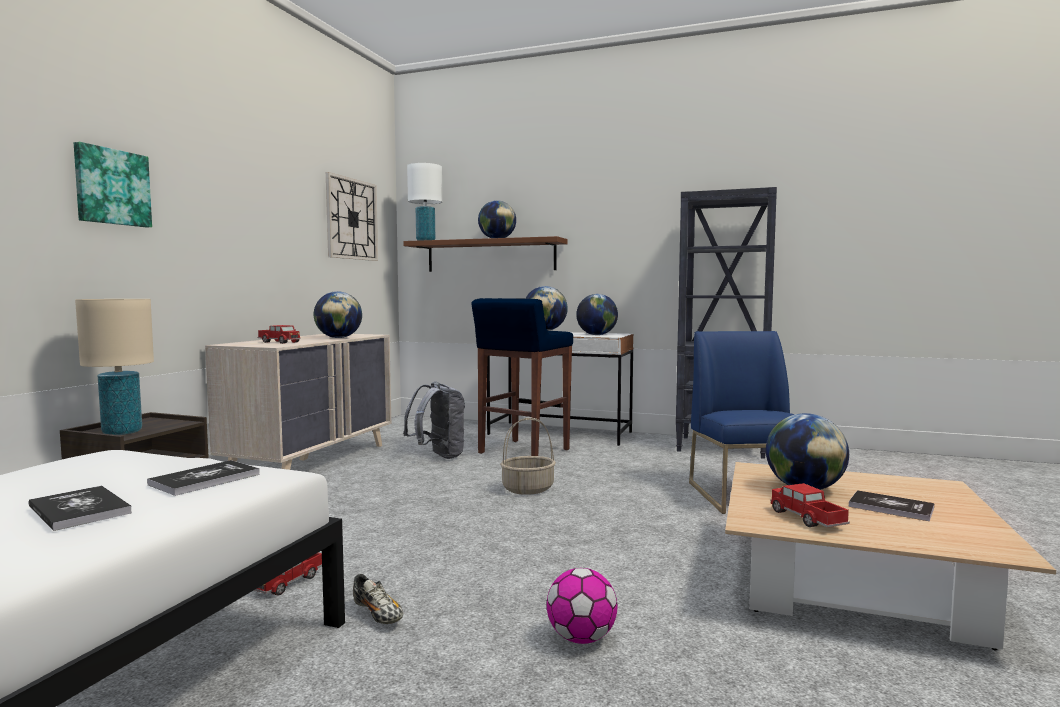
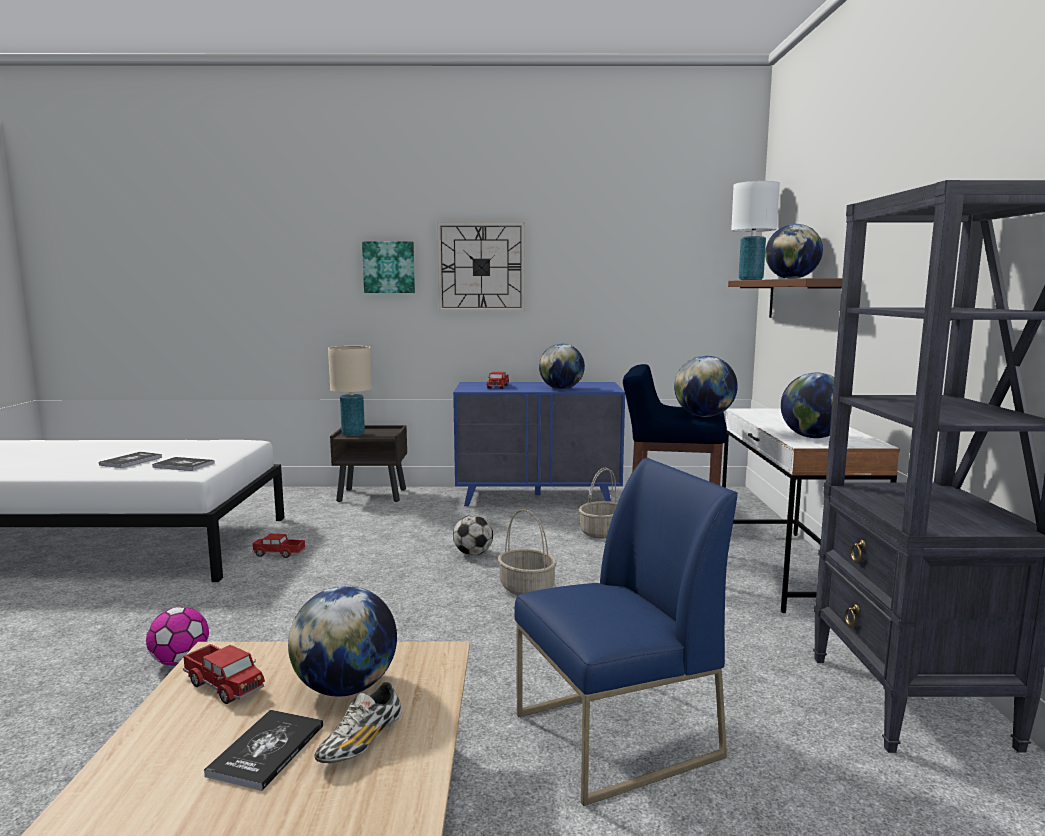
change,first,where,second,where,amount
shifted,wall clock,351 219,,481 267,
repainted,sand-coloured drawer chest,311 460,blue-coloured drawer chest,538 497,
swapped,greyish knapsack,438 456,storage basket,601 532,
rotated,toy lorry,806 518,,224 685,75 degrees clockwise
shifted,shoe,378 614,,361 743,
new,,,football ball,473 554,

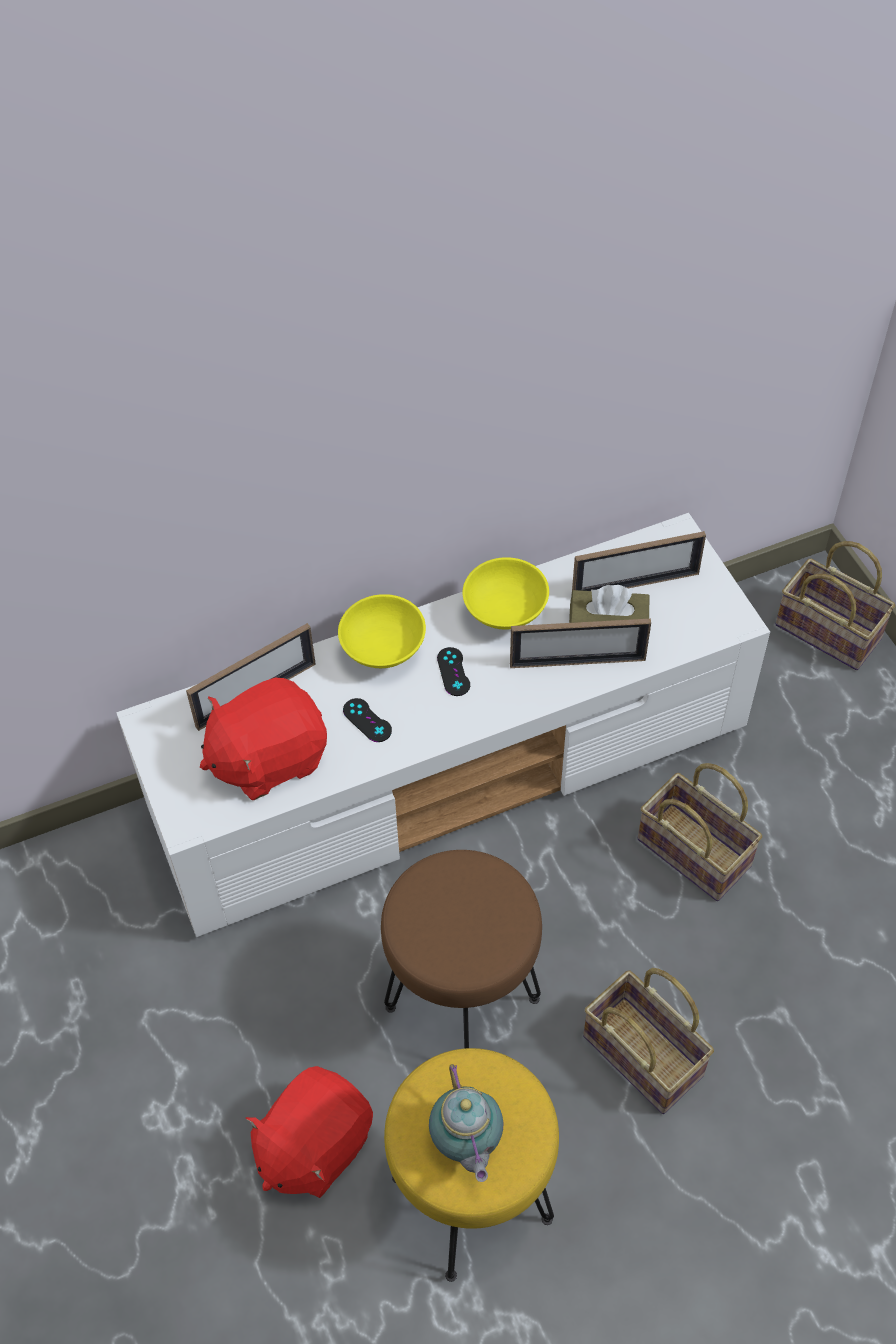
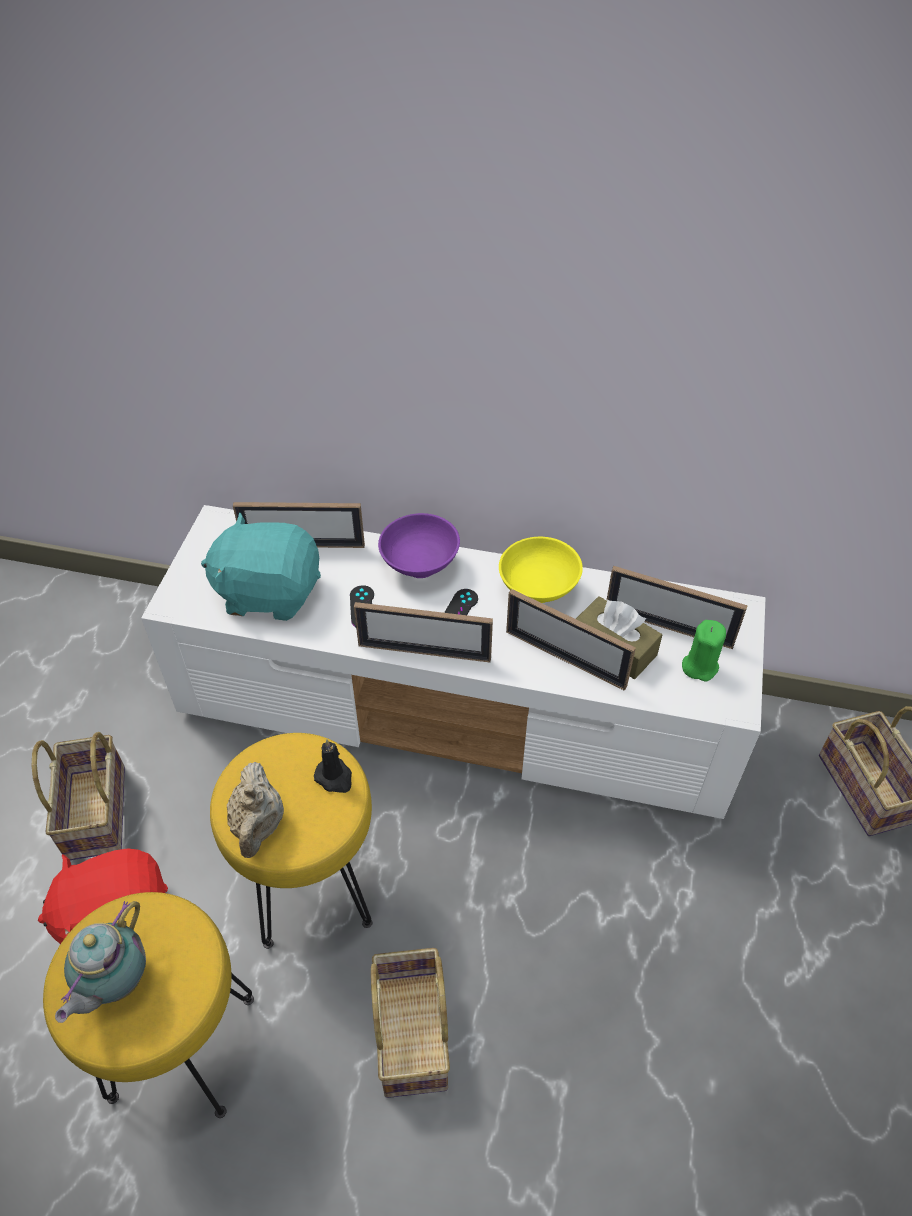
change,first,where,second,where,amount
repainted,yellowish deep dish,384 654,purple deep dish,419 569,
repainted,reddish soft toy,268 758,turquoise soft toy,269 592,
shifted,storage basket,697 853,,98 814,
repainted,brownish stool seat,464 1003,yellowish stool seat,313 888,
new,,,standing frame,424 652,
new,,,greenish candle,699 666,
new,,,blackish candle,334 777,
new,,,sand-coloured teapot,258 825,

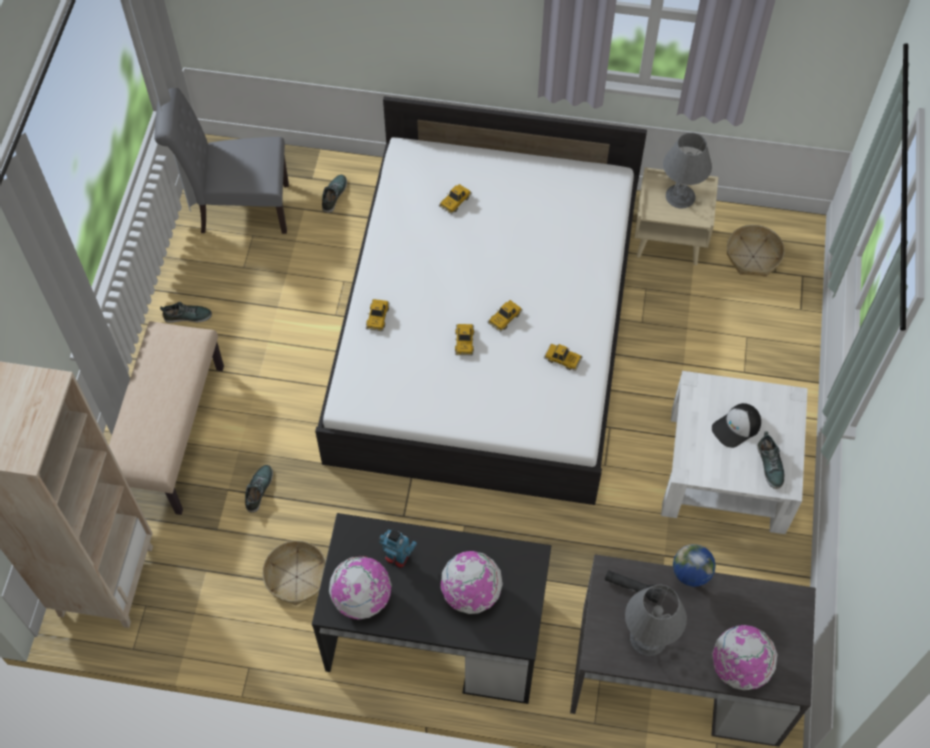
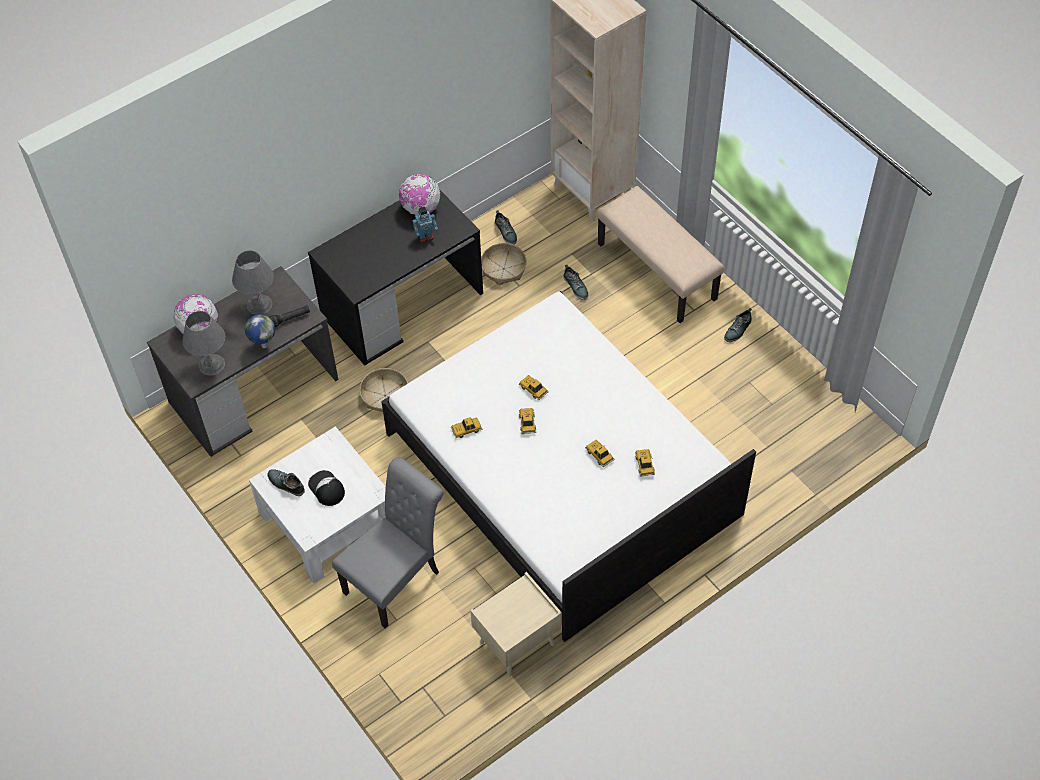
change,first,where,second,where,amount
shifted,greyish plain chair,238 209,,397 579,
shifted,greyish table lamp,680 196,,212 364,
shifted,shoe,333 195,,506 232,
shifted,storage basket,752 256,,385 395,
shifted,model car,377 317,,599 455,
rotated,cap,736 427,,326 489,45 degrees counterclockwise
gone,world globe,471 593,,,

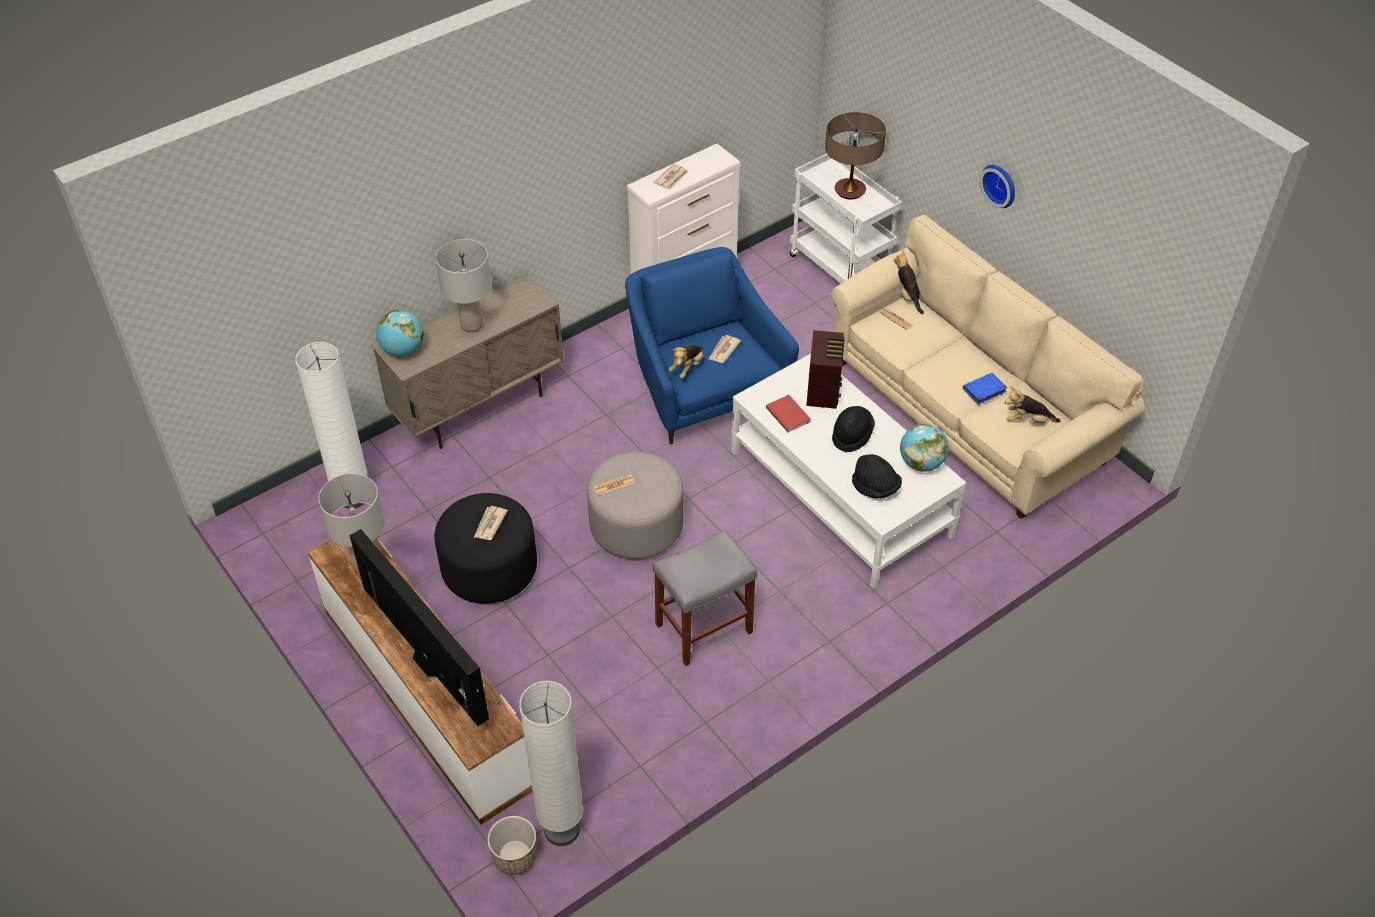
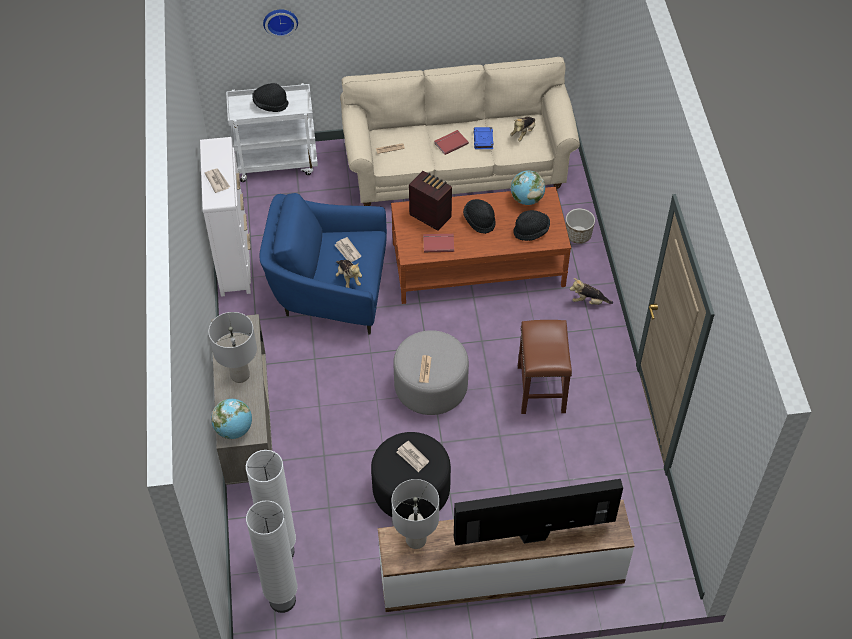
change,first,where,second,where,amount
swapped,table lamp,850 191,blackish hat,270 104,
shifted,wall clock,1000 184,,280 21,
shifted,soft toy,907 296,,589 301,
repainted,white-coloured coffee table,840 493,brownish coffee table,478 264,
repainted,greyish stool seat,703 629,brownish stool seat,541 390,
shifted,white-coloured floor lamp,561 829,,282 600,
shifted,flower pot,515 856,,578 235,
new,,,reddish volume,450 143,

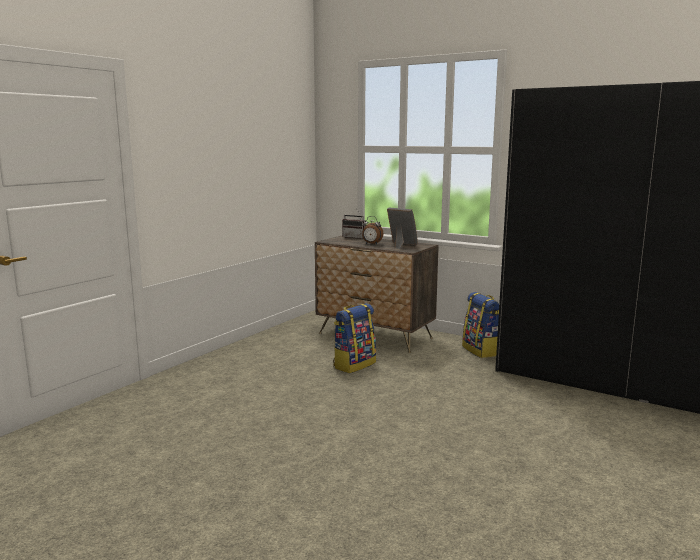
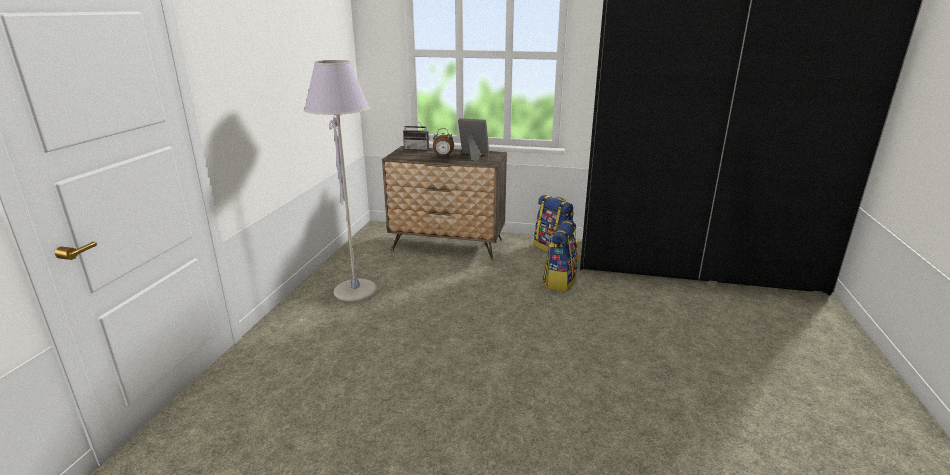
change,first,where,second,where,amount
shifted,knapsack,354 365,,559 281,
new,,,greyish floor lamp,355 291,

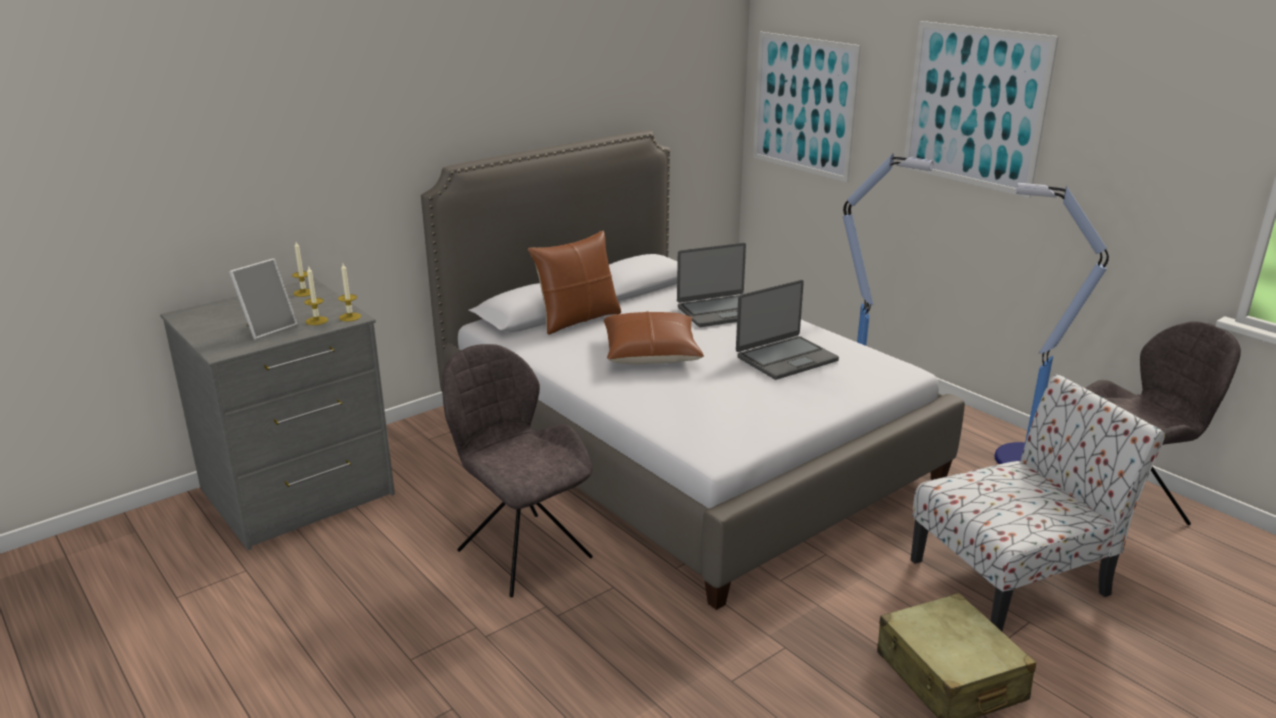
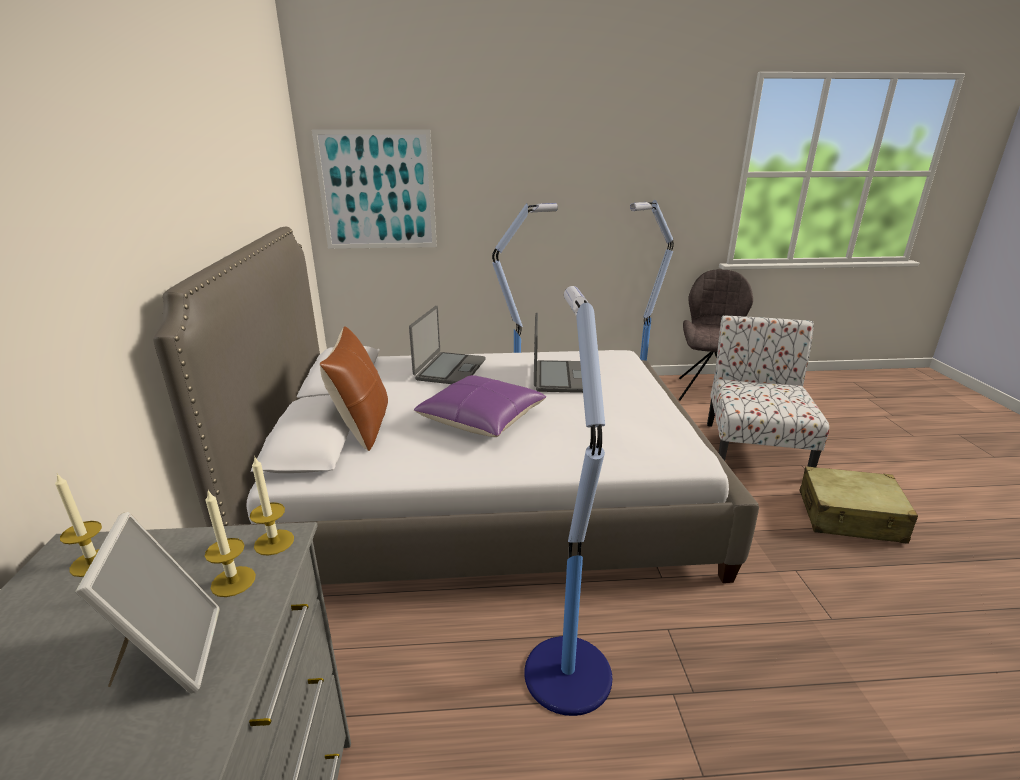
change,first,where,second,where,amount
gone,wall picture,974 107,,,
repainted,brownish throw pillow,651 352,purple throw pillow,481 418,
swapped,greyish plain chair,521 551,floor lamp,566 670,

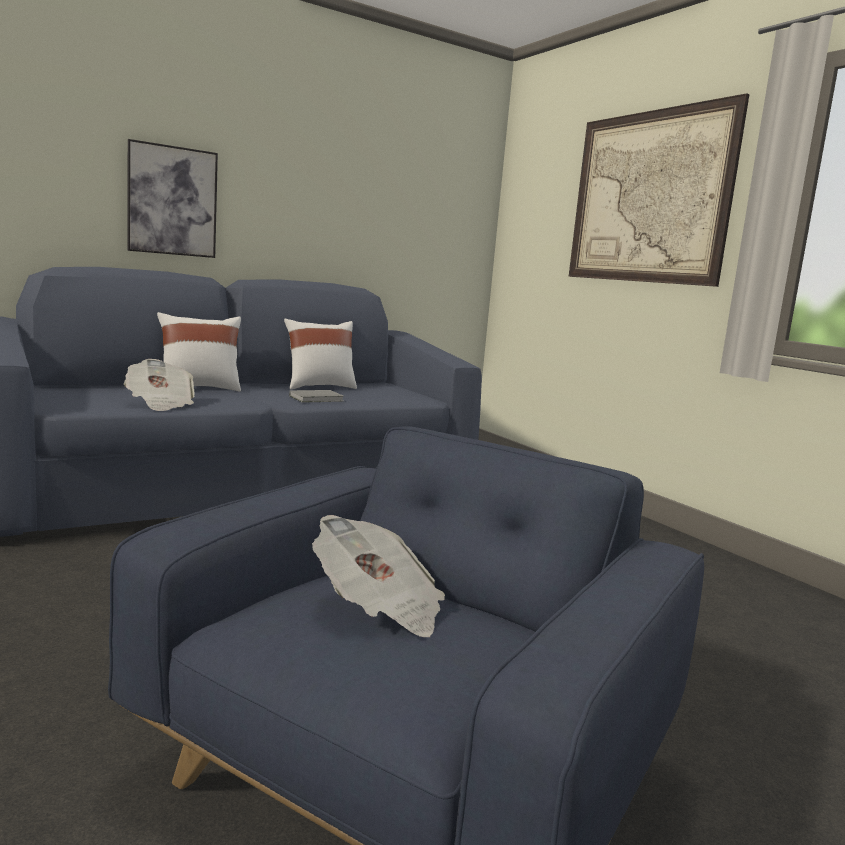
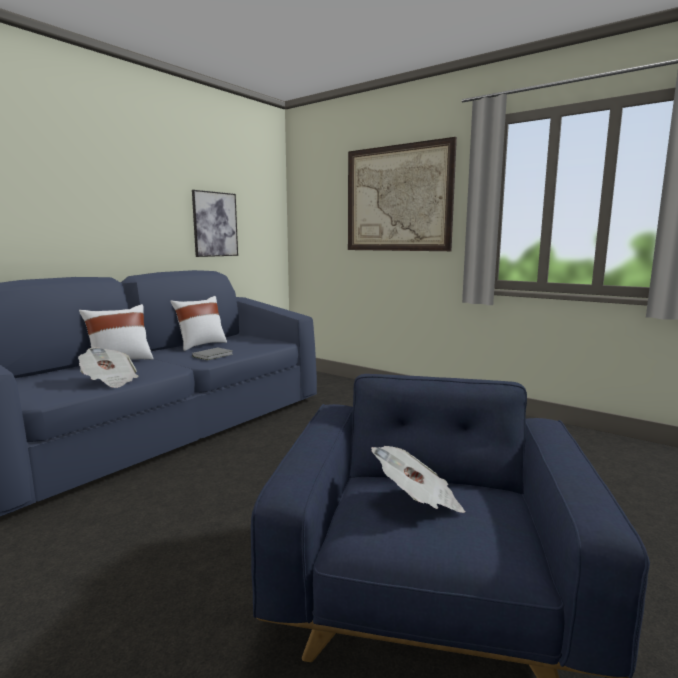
change,first,where,second,where,amount
shifted,wall picture,172 201,,215 224,

